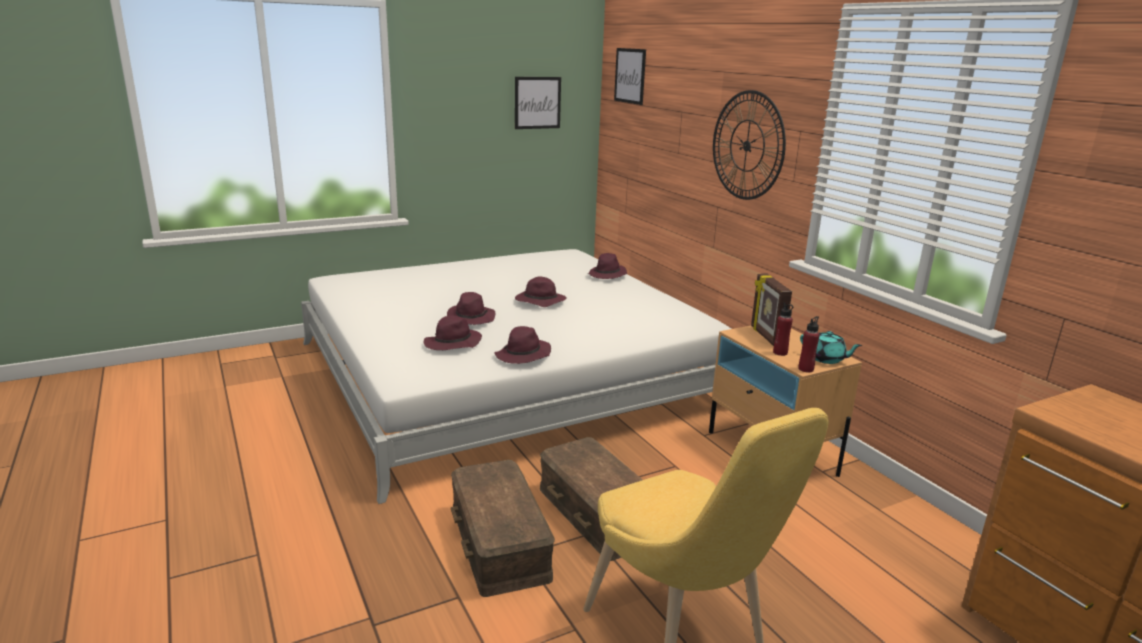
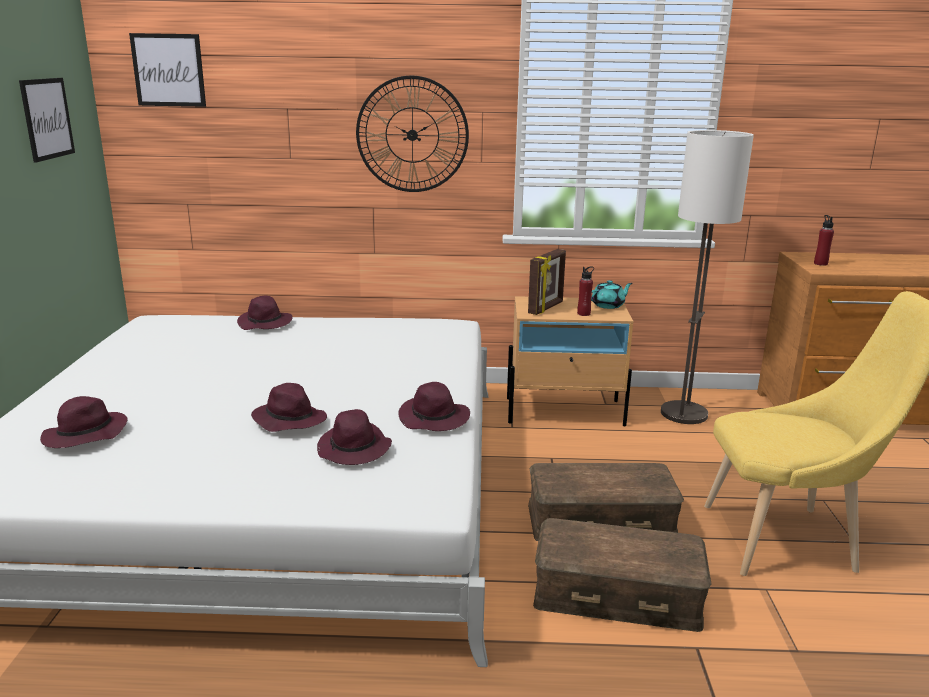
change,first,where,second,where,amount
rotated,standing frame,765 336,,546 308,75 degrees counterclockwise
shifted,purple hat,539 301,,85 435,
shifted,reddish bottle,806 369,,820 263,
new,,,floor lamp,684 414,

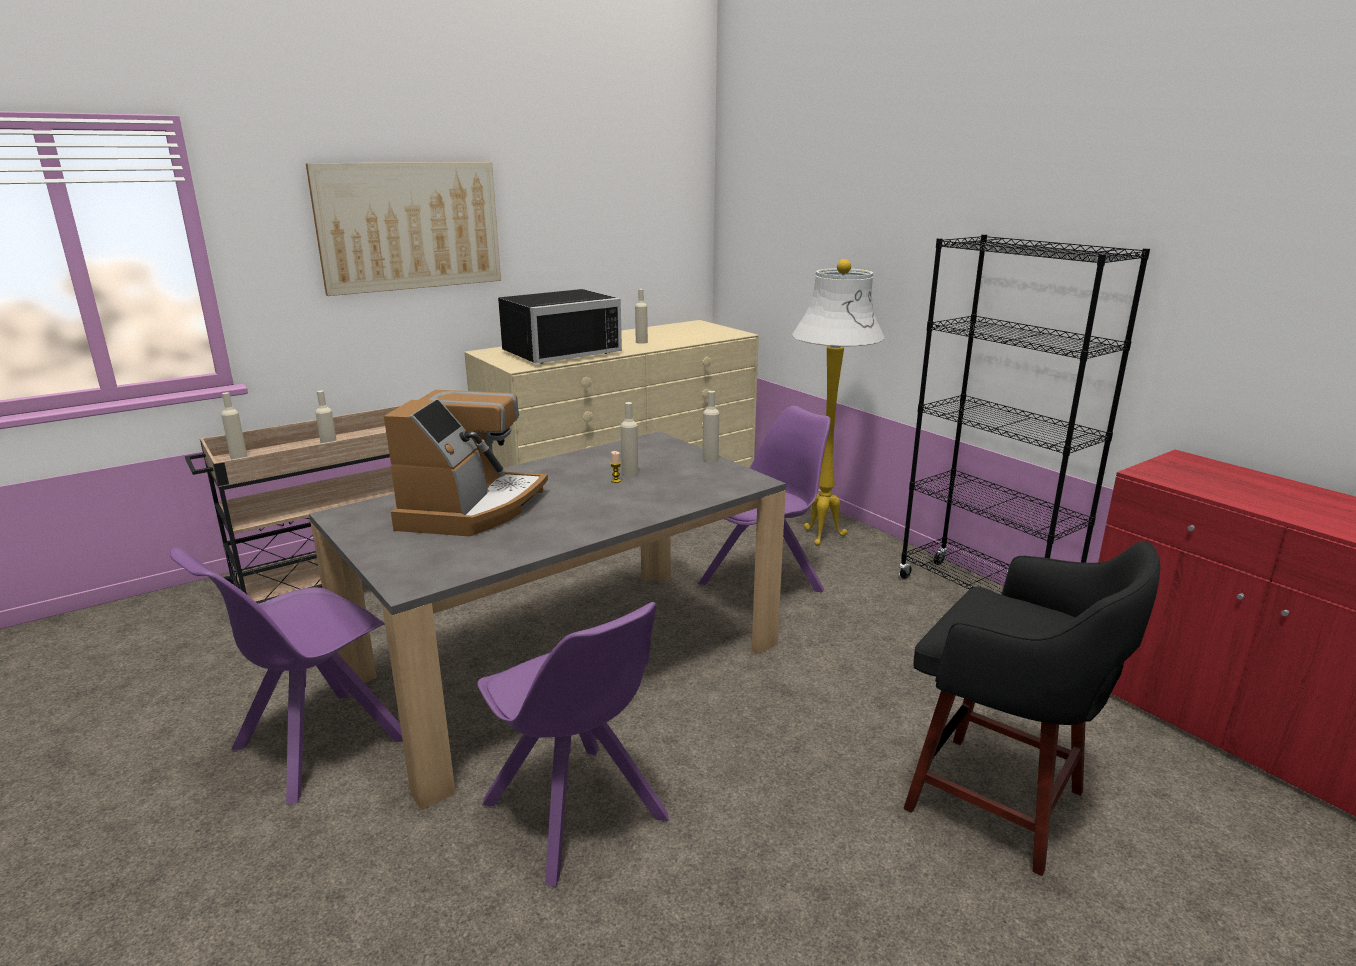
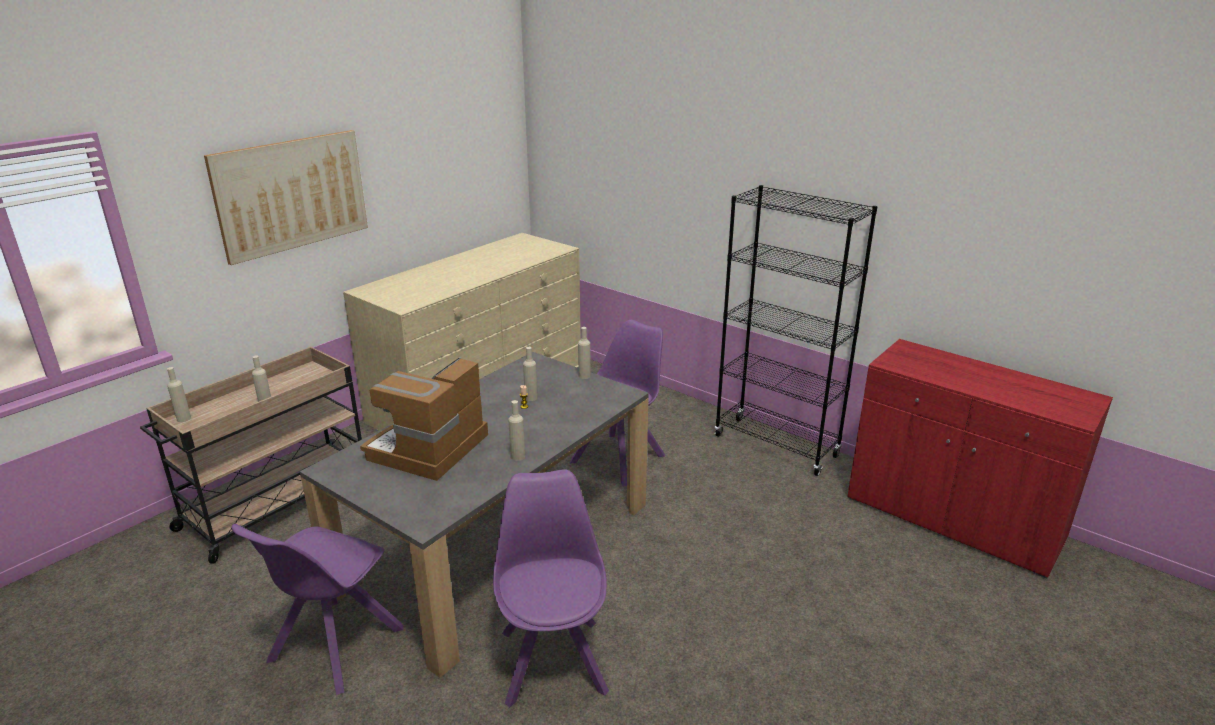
change,first,where,second,where,amount
gone,white-coloured floor lamp,823 536,,,
gone,blackish microwave oven,558 352,,,
shifted,sand-coloured bottle,641 342,,518 456,
rotated,coffee machine,471 508,,428 448,150 degrees counterclockwise
gone,blackish stool seat,1001 803,,,
rotated,purple plain chair,577 814,,553 658,135 degrees counterclockwise

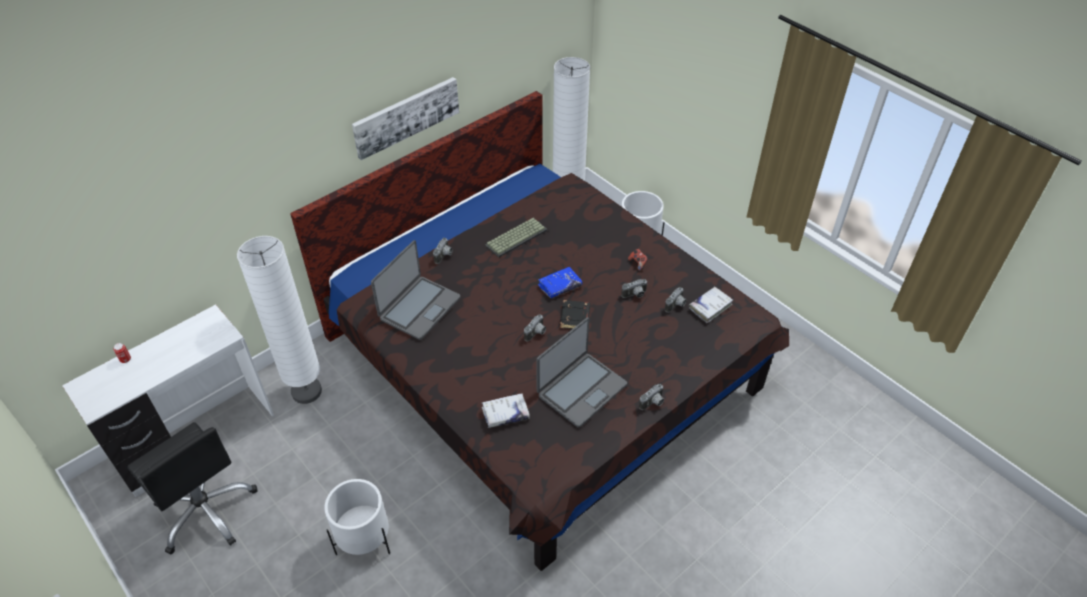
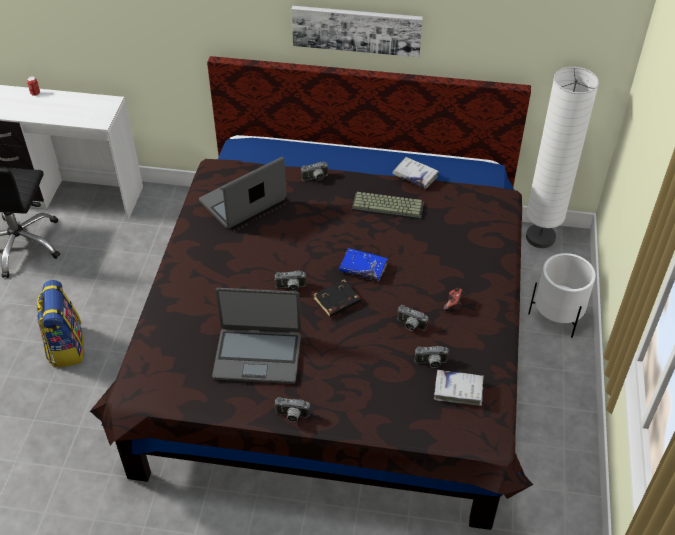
change,first,where,second,where,amount
gone,white-coloured floor lamp,306 391,,,
rotated,portable computer,419 308,,243 201,150 degrees clockwise
shifted,white-coloured volume,505 414,,415 176,
swapped,white-coloured flower pot,364 540,knapsack,66 346,

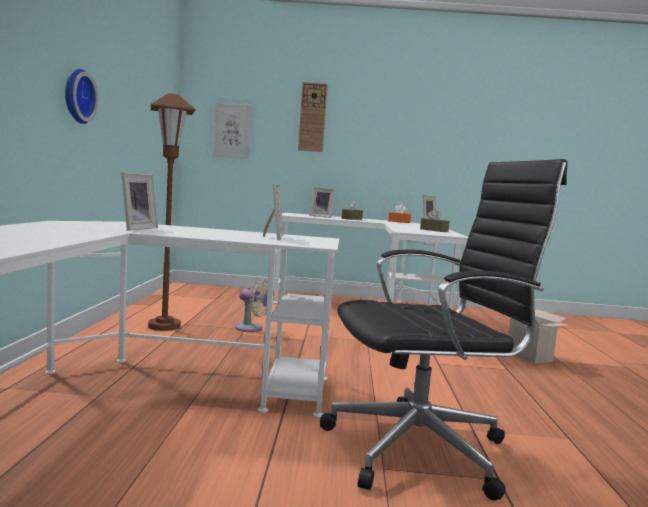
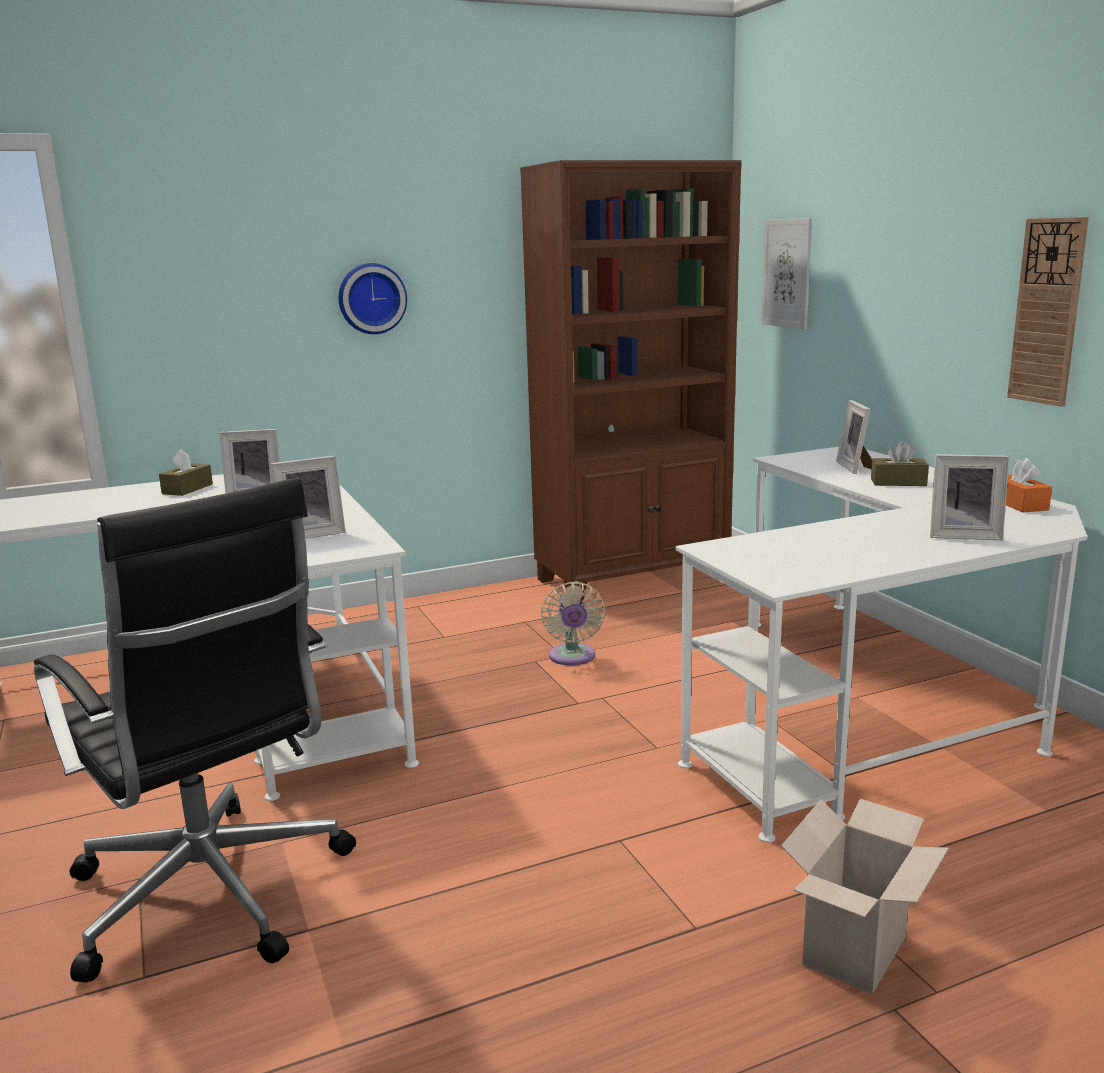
change,first,where,second,where,amount
shifted,wall clock,312 117,,1047 312,
gone,brownish floor lamp,164 326,,,
shifted,brownish box of tissues,434 230,,187 489,
new,,,brownish bookcase,633 578,

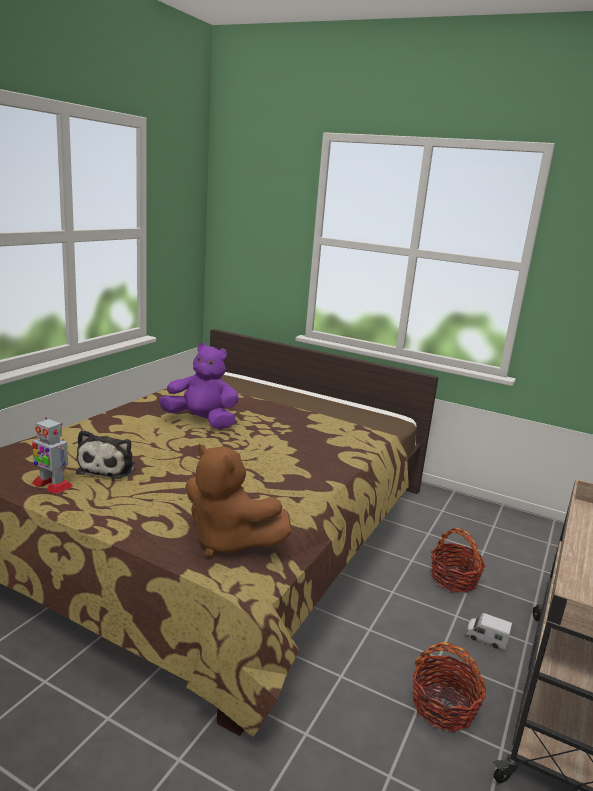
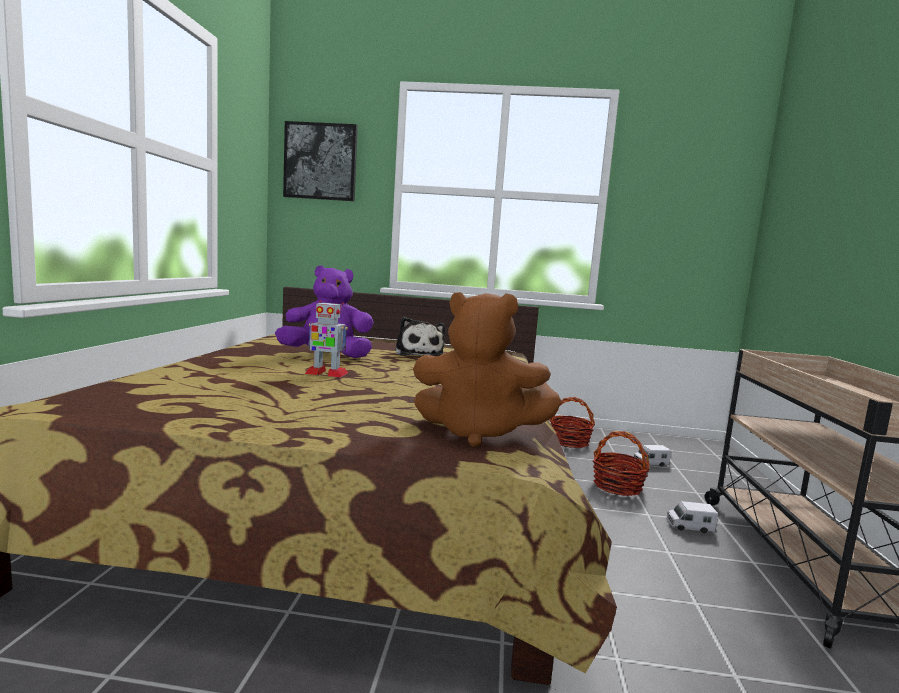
change,first,where,second,where,amount
shifted,robot figure,51 485,,326 373,
shifted,soft toy,108 467,,418 353,
shifted,storage basket,443 707,,569 442,
new,,,wall picture,320 162,
new,,,toy lorry,650 463,

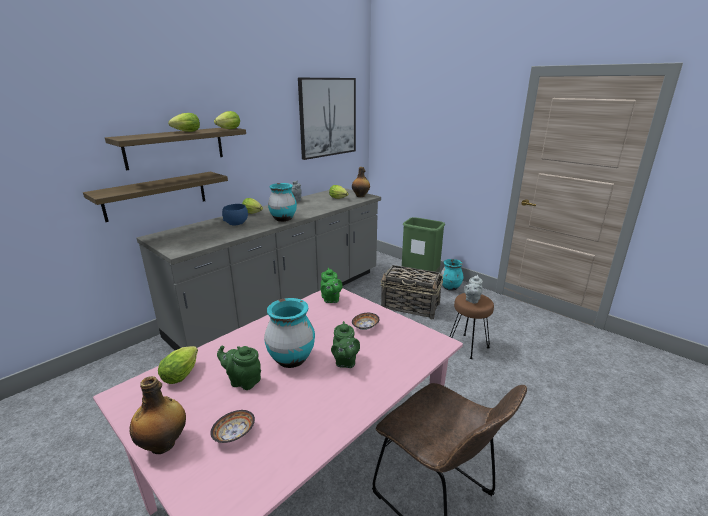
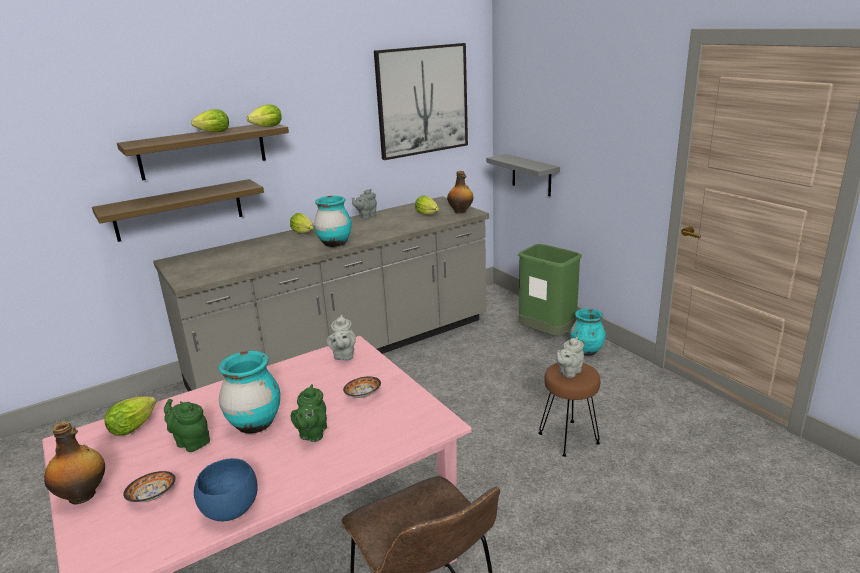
change,first,where,second,where,amount
shifted,blue-coloured deep dish,236 223,,231 510,
gone,storage basket,411 306,,,
repainted,greenish teapot,330 299,greyish teapot,343 356,
new,,,greyish wall shelf,531 175,

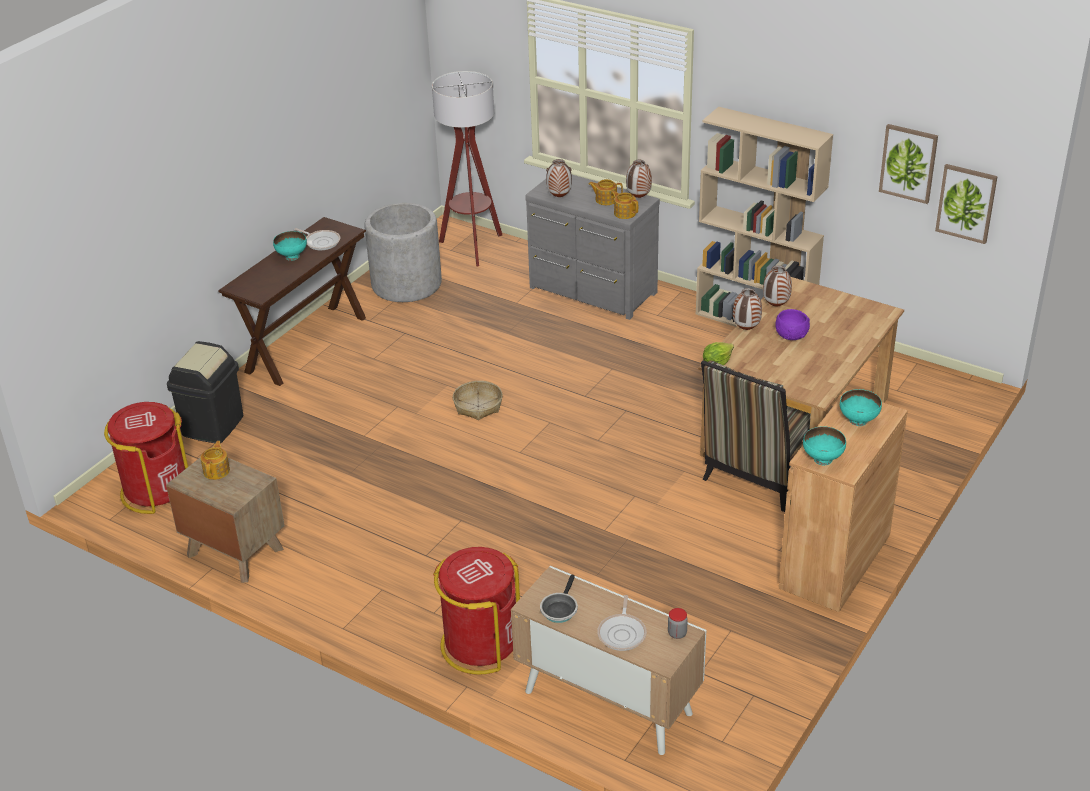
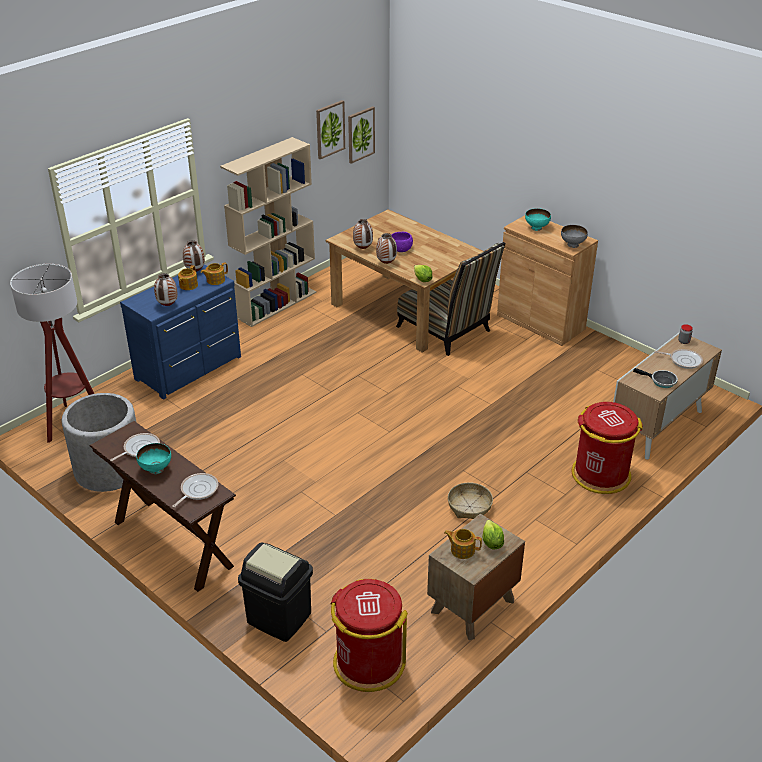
change,first,where,second,where,amount
repainted,greyish drawer chest,592 292,blue-coloured drawer chest,190 368,
shifted,storage basket,478 406,,469 506,
repainted,turquoise deep dish,823 459,greyish deep dish,572 245,
new,,,skillet,197 490,
new,,,lettuce,491 543,

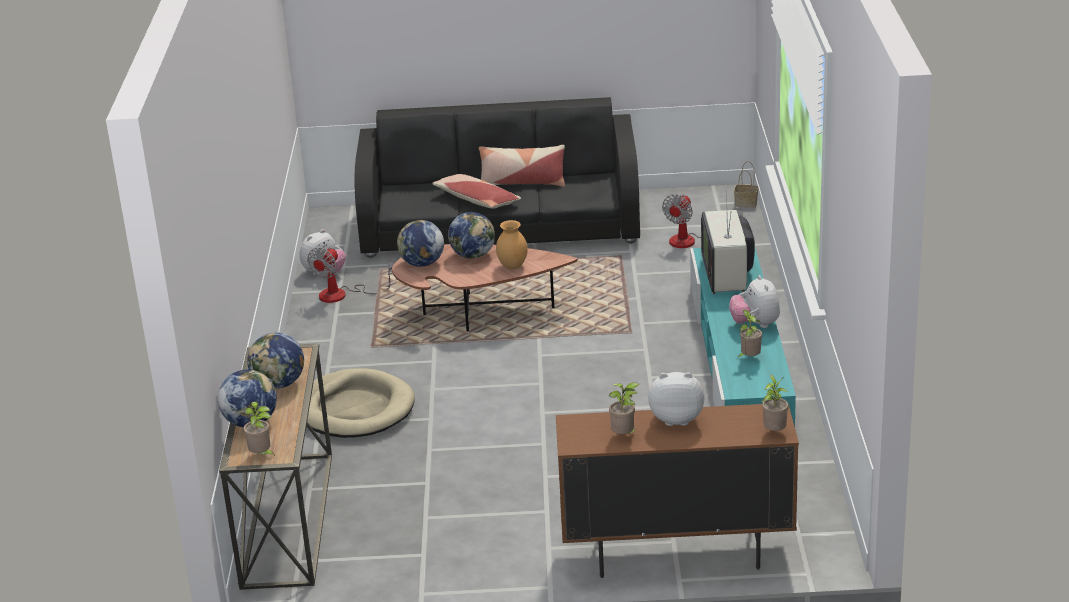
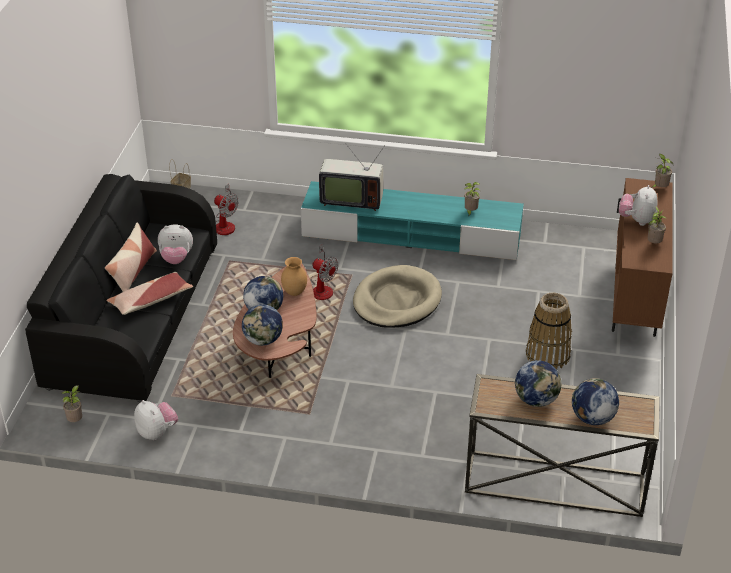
change,first,where,second,where,amount
shifted,fan,342 294,,322 288,
shifted,soft toy,755 324,,176 258,
shifted,sand-coloured pet bed,354 409,,396 301,
shifted,plant in a pot,262 455,,76 421,
new,,,storage basket,548 355,

